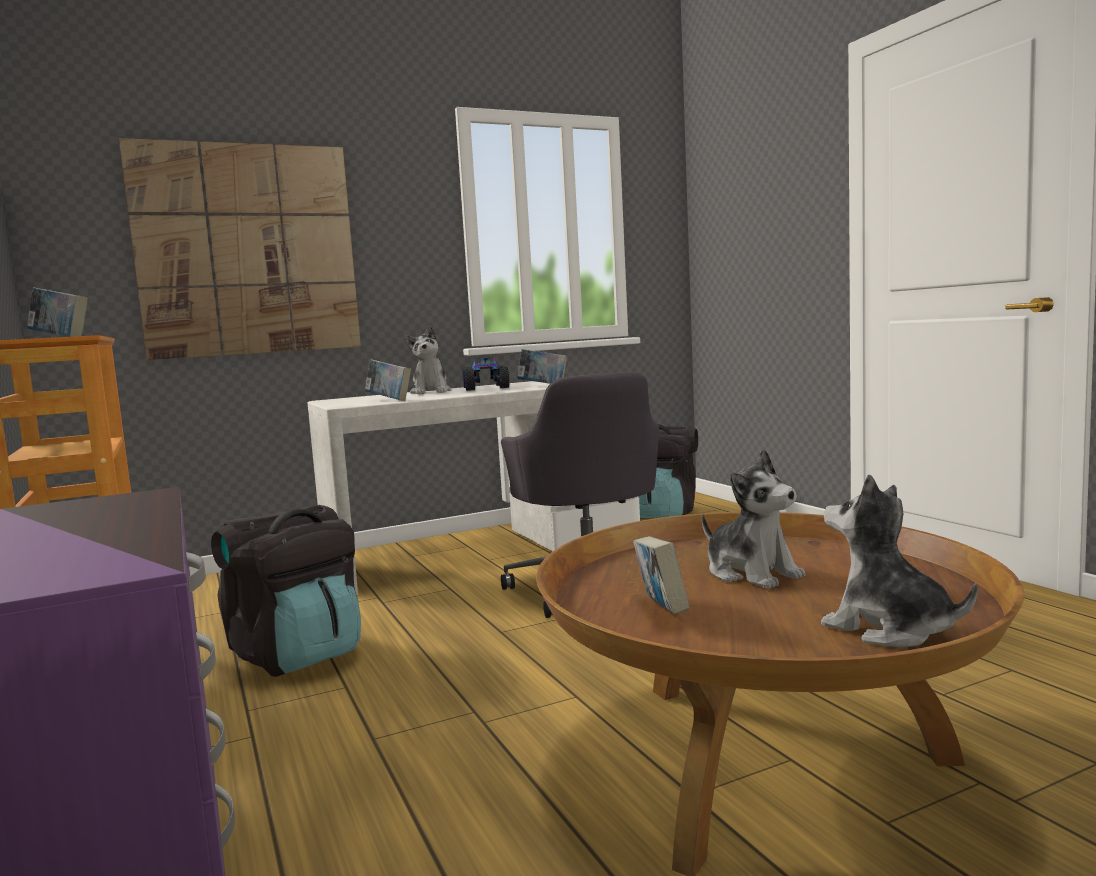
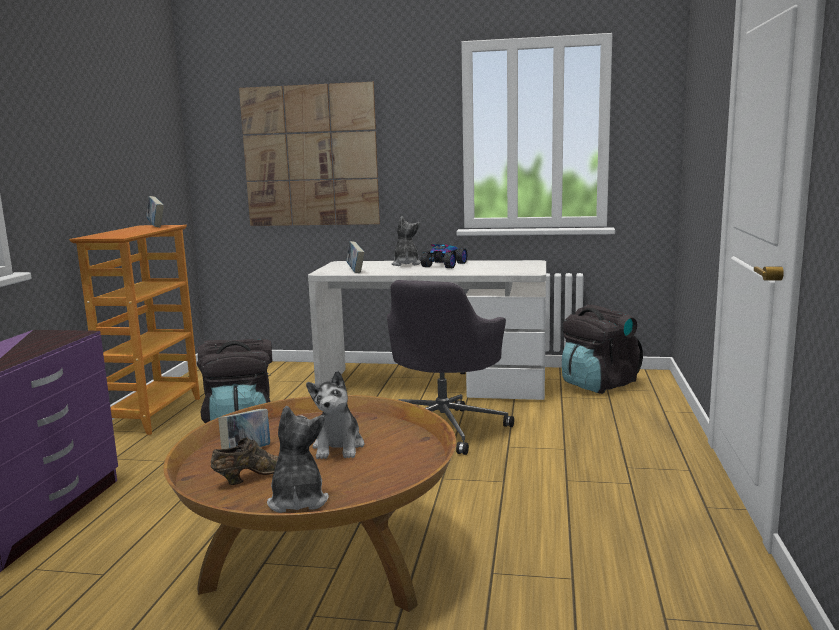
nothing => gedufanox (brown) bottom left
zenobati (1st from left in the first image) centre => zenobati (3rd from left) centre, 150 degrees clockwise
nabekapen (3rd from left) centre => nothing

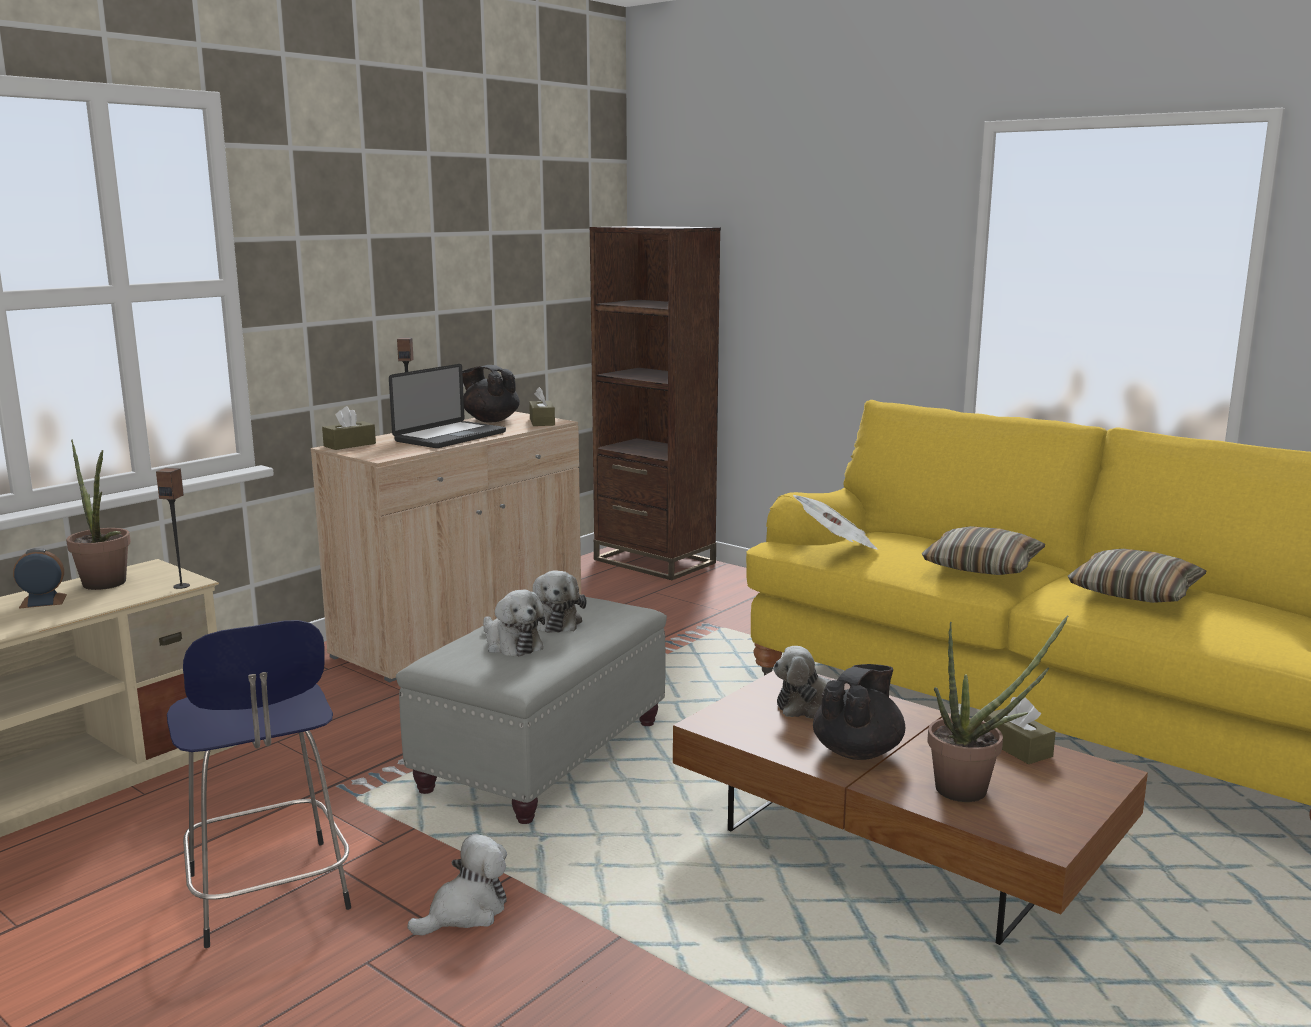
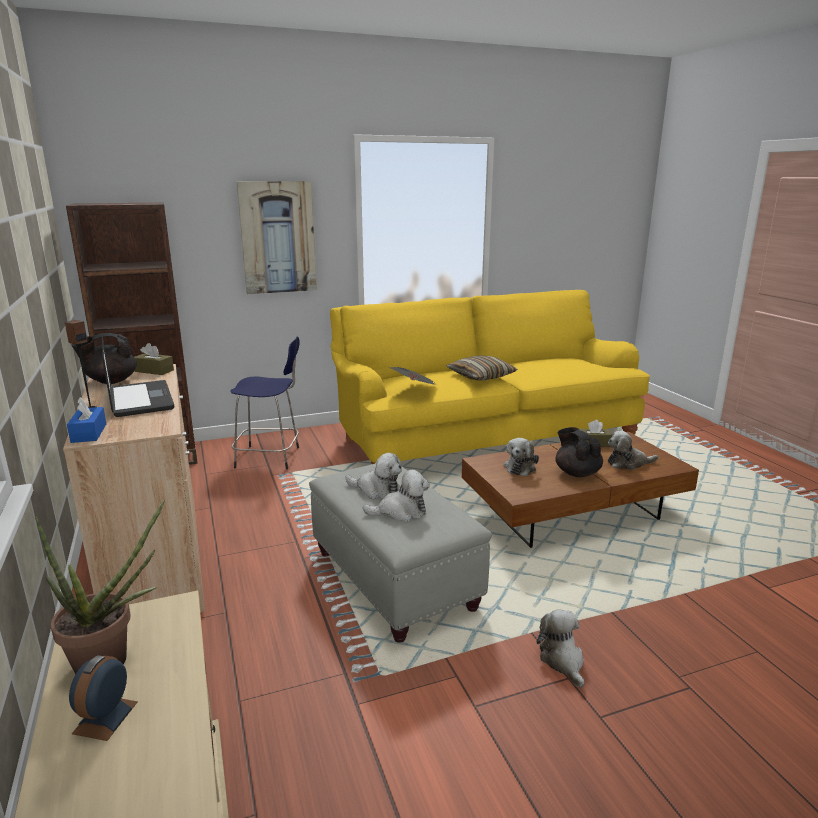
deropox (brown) (1st from left) middle left => deropox (blue) middle left
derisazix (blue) bottom left => derisazix (blue) middle left, moved
nothing => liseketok top centre
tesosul (2nd from left) bottom right => zenobati (5th from left) middle right
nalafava (1st from left) middle left => nothing
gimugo (2nd from left) middle right => nothing

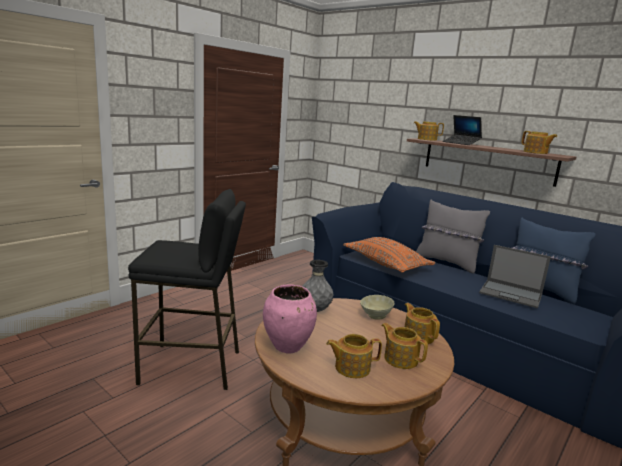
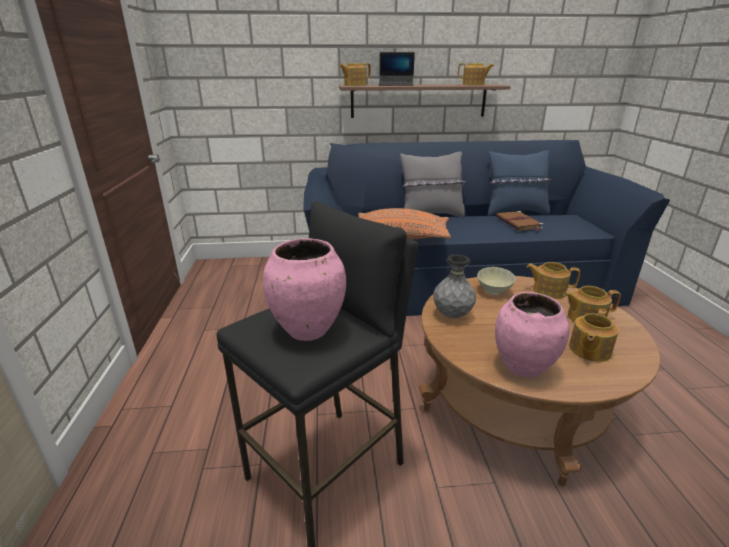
nothing => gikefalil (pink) (1st from left) centre
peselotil (2nd from left) middle right => nabekapen (brown) middle right

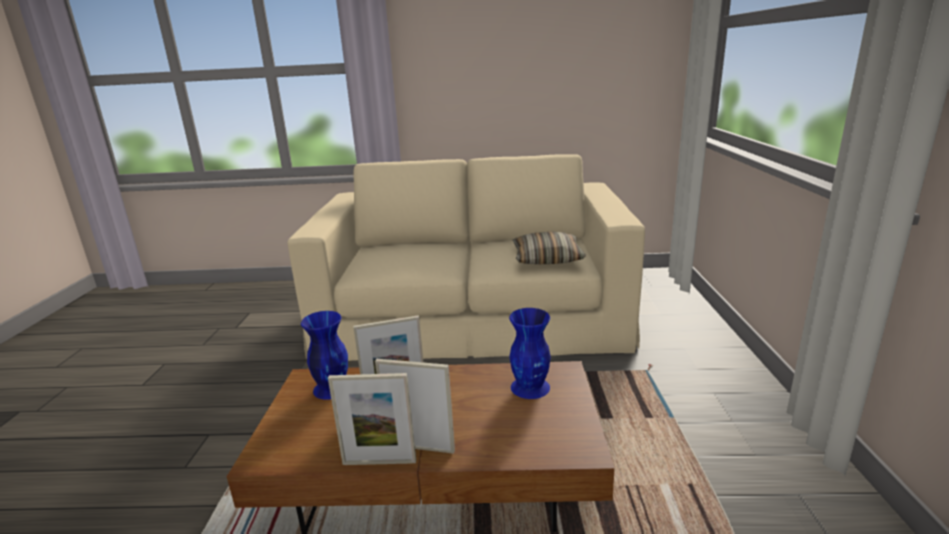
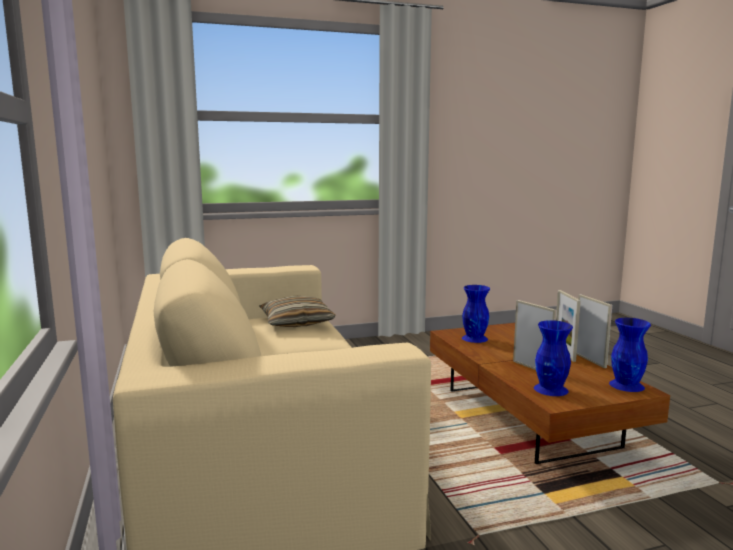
nothing => gikefalil (blue) (3rd from left) middle right

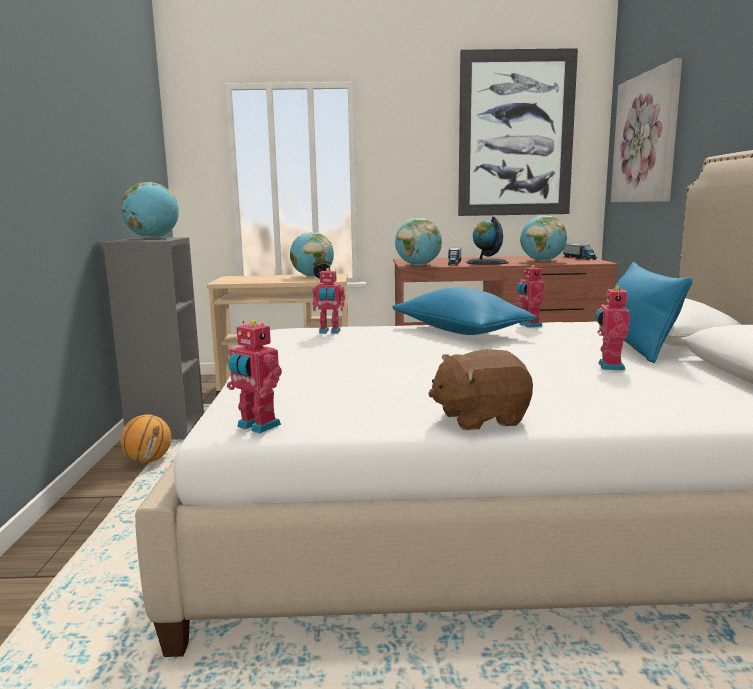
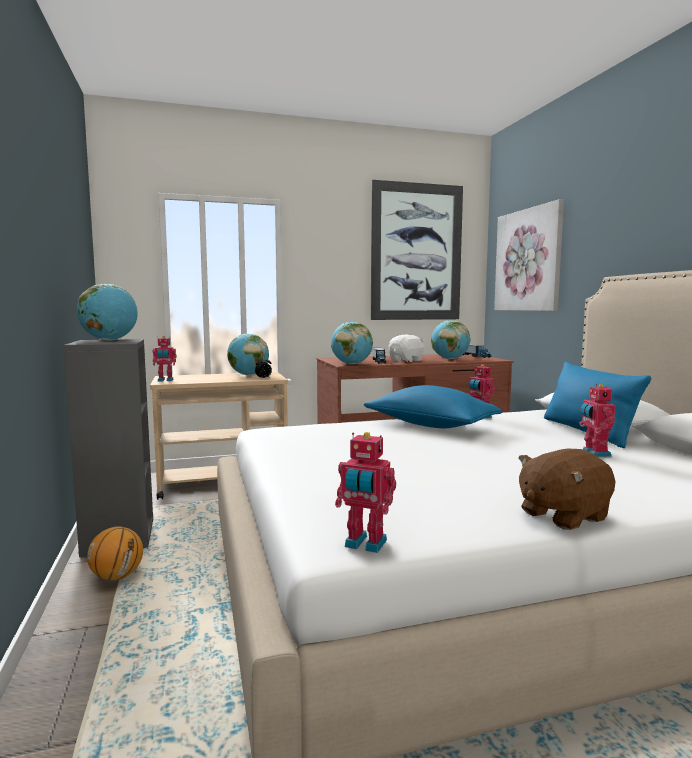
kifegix (2nd from left in the first image) centre => kifegix (1st from left) middle left, moved
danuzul (4th from left) centre => zenobati (white) centre

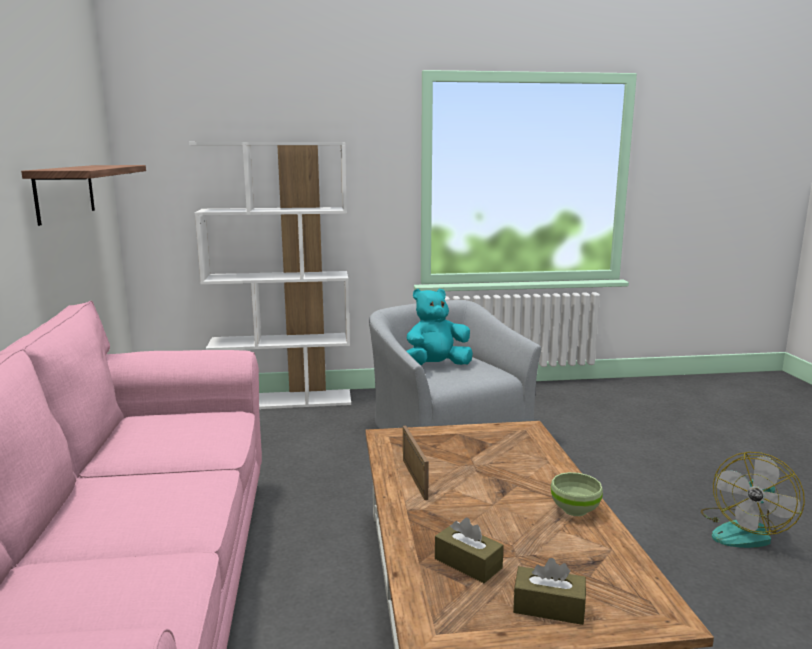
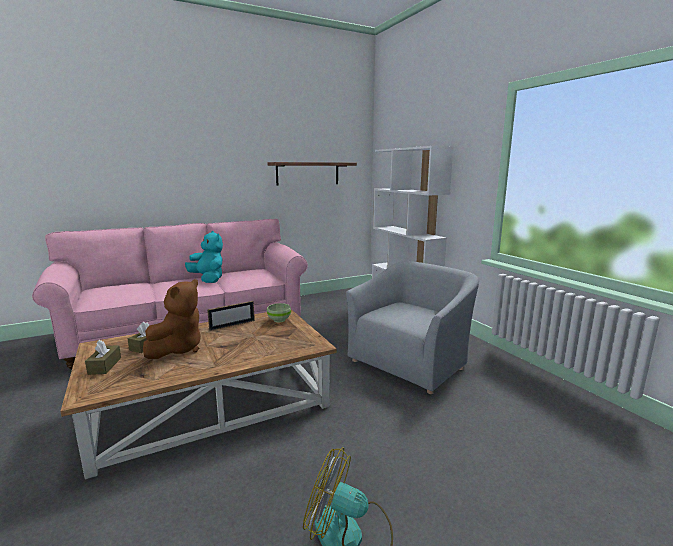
nothing => zenobati (brown) middle left
zenobati (turquoise) centre => zenobati (turquoise) middle left, moved
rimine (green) bottom right => rimine (green) centre, moved

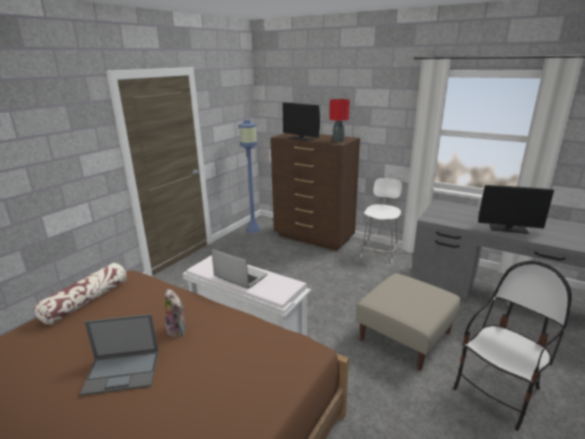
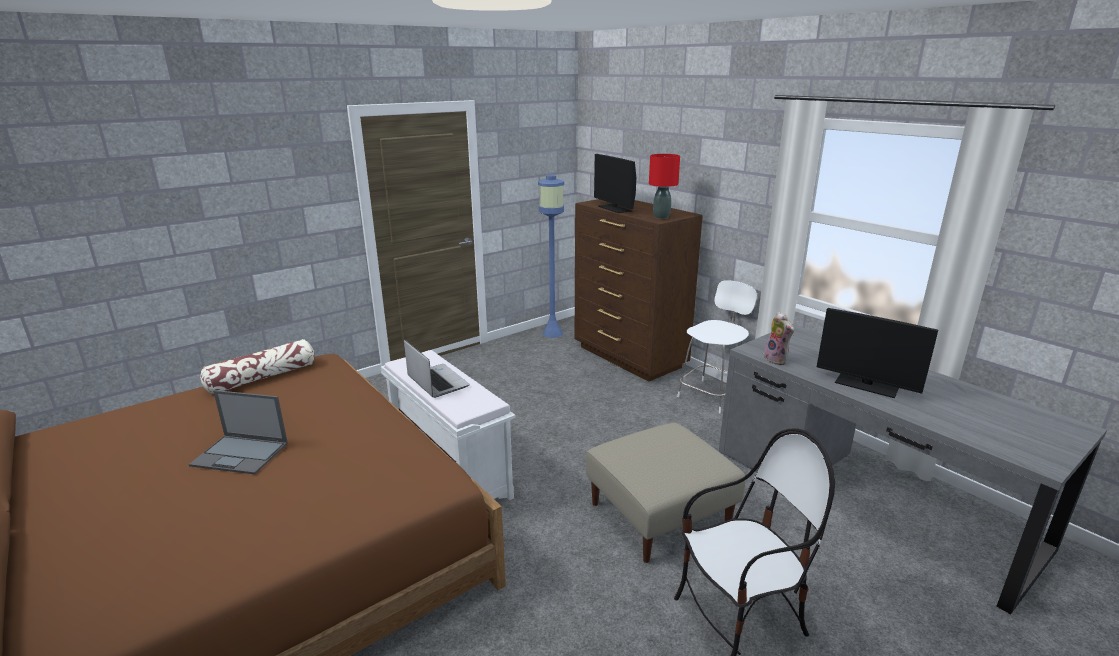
zenobati bottom left => zenobati middle right, moved

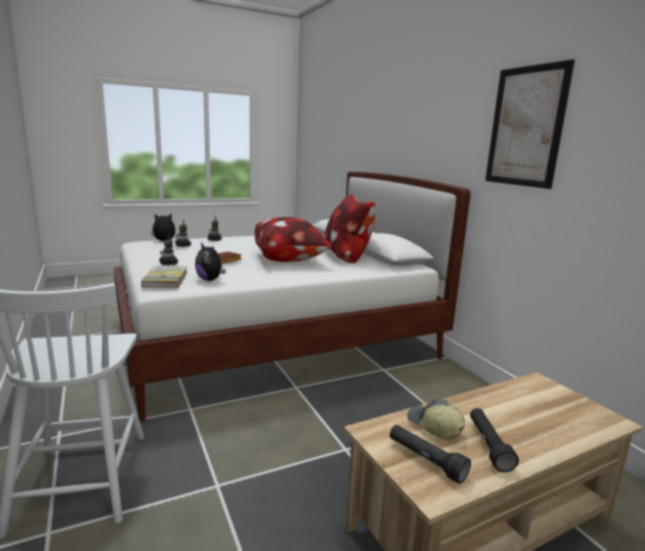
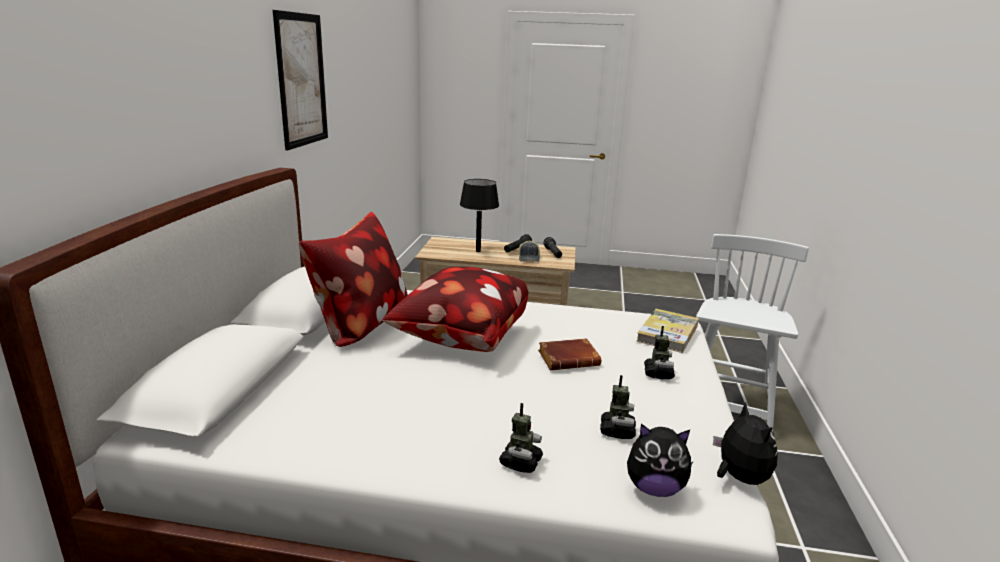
nothing => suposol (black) centre
zenobati (2nd from left) middle left => zenobati (2nd from left) bottom right, moved

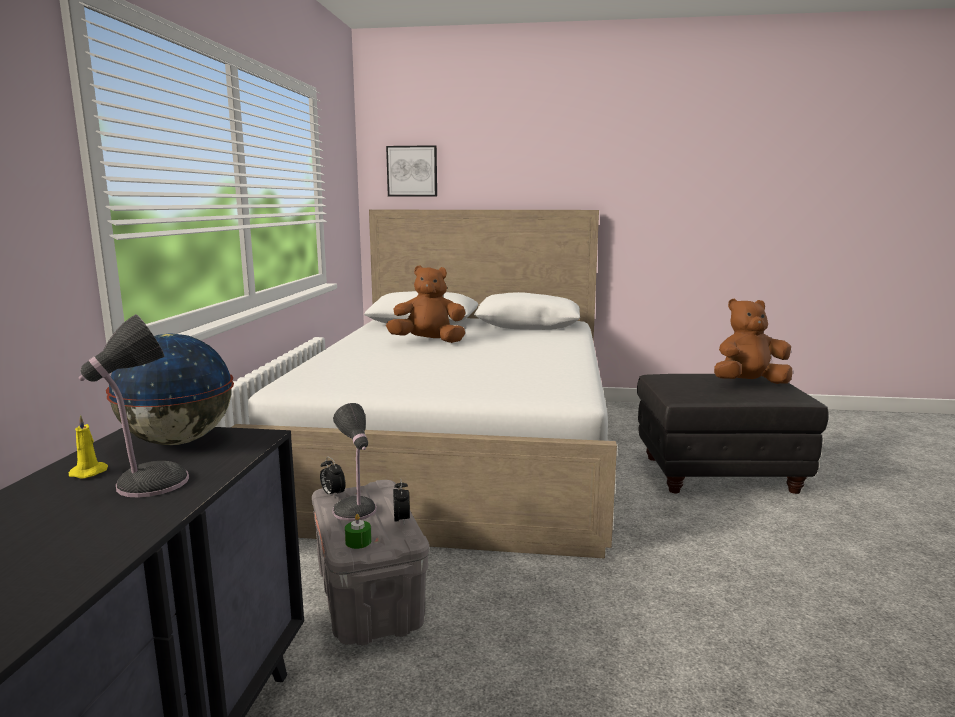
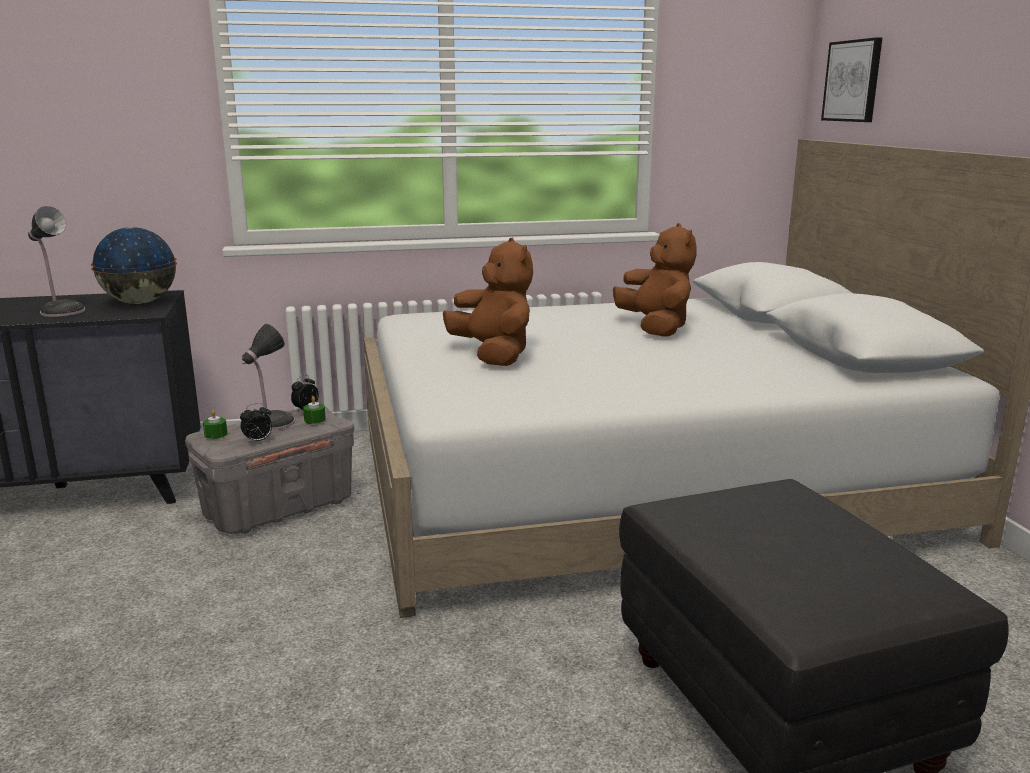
nothing => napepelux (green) (2nd from left) middle left
zenobati (brown) (2nd from left in the first image) middle right => zenobati (brown) (1st from left) centre, moved
napepelux (yellow) middle left => nothing

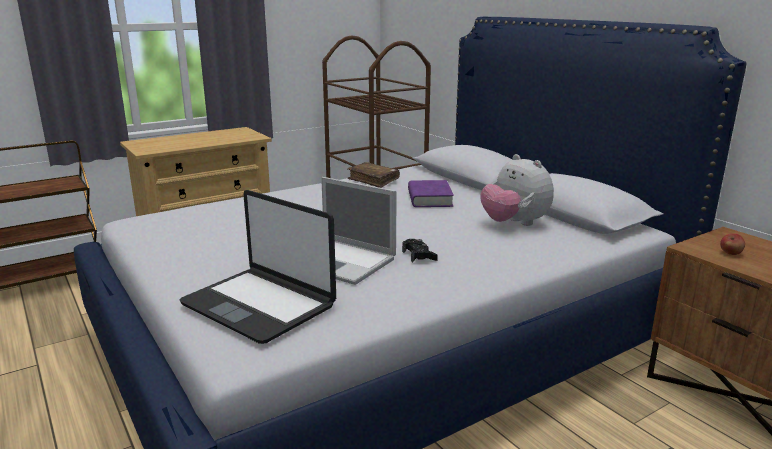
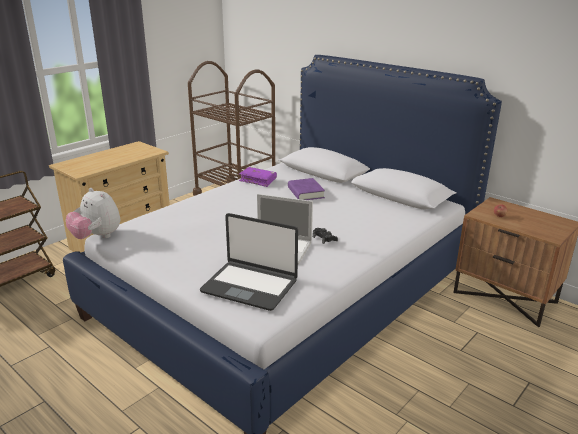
zenobati middle right => zenobati middle left, moved
nabekapen (brown) centre => nabekapen (purple) (1st from left) centre

